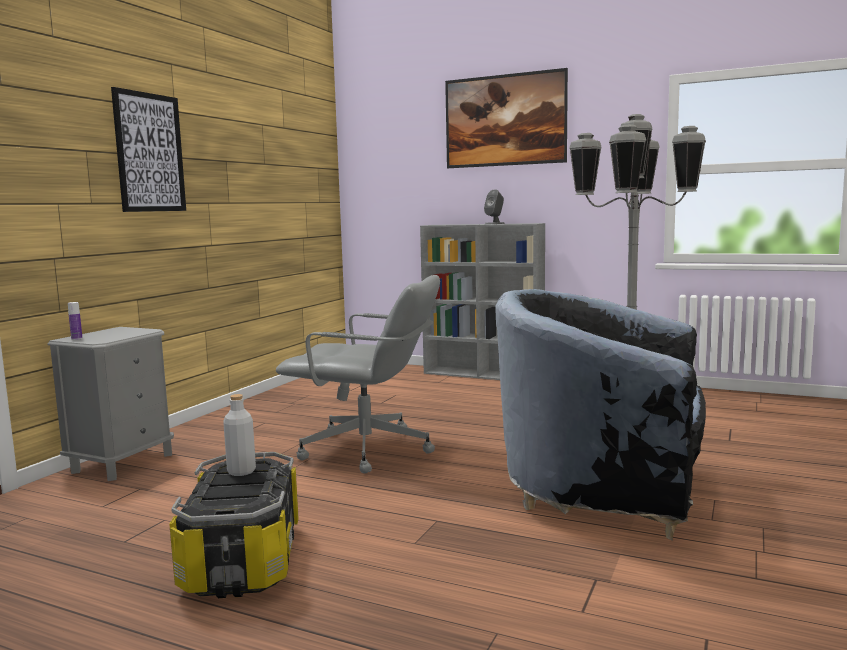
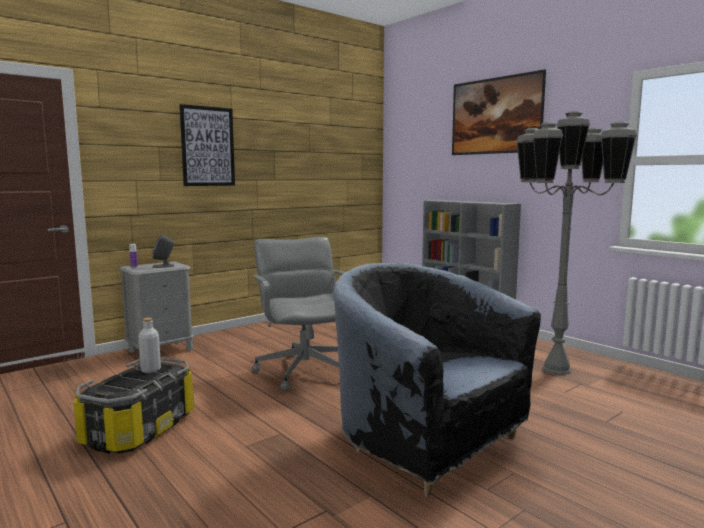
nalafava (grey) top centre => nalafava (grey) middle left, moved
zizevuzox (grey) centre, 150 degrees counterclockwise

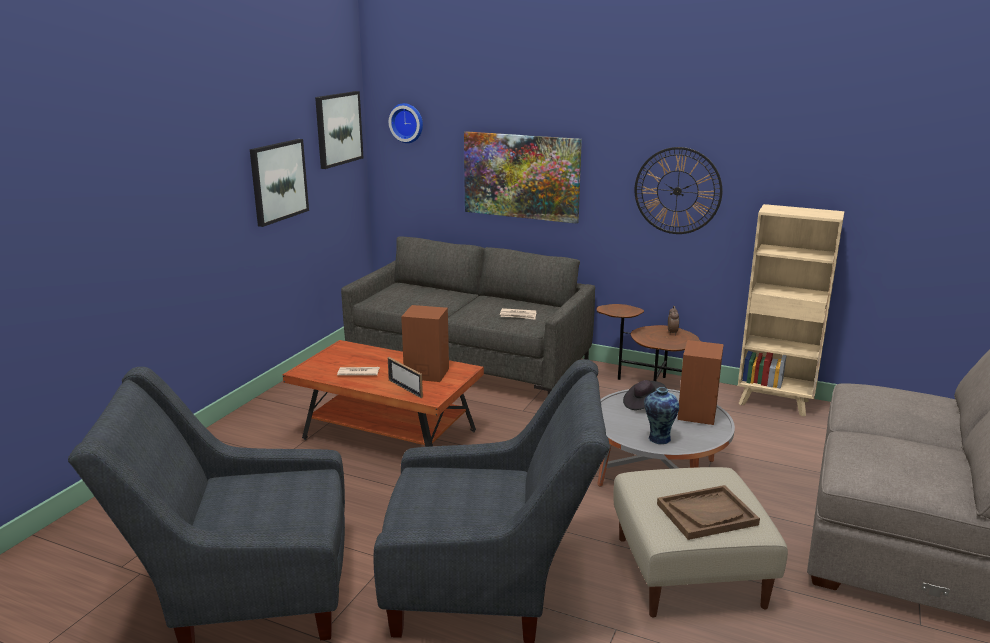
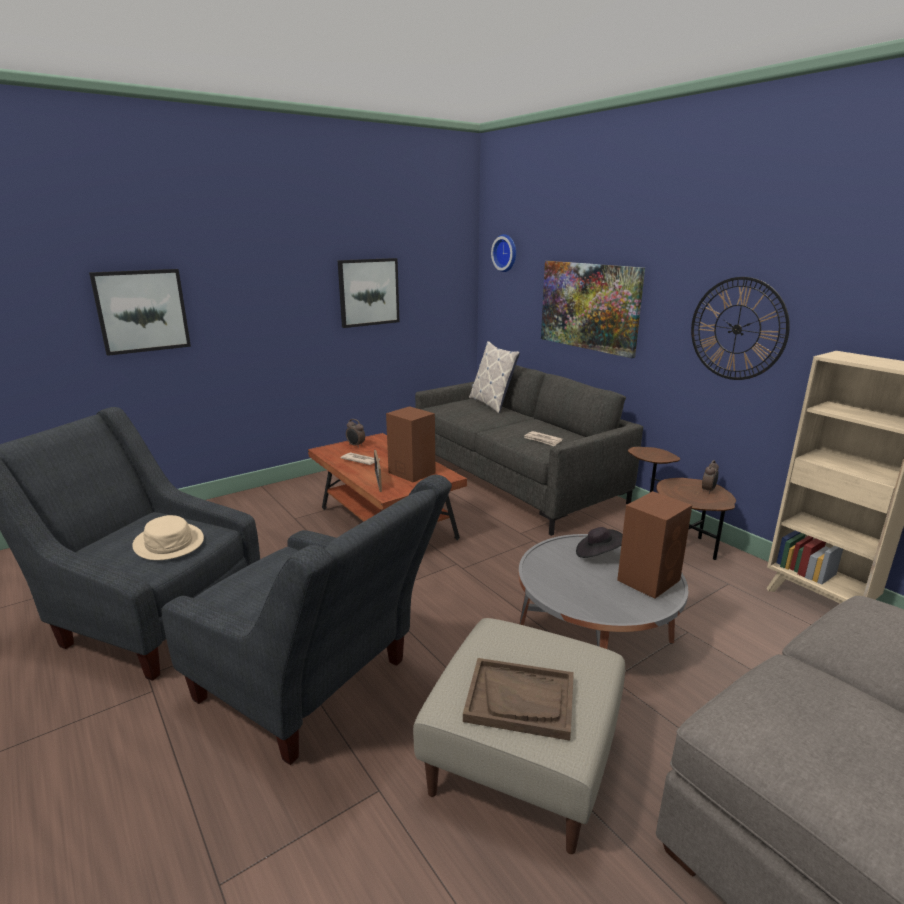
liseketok (2nd from left in the first image) top centre => liseketok (1st from left) middle left, moved
nothing => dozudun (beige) middle left
nothing => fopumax (1st from left) centre
nothing => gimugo centre
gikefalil middle right => nothing

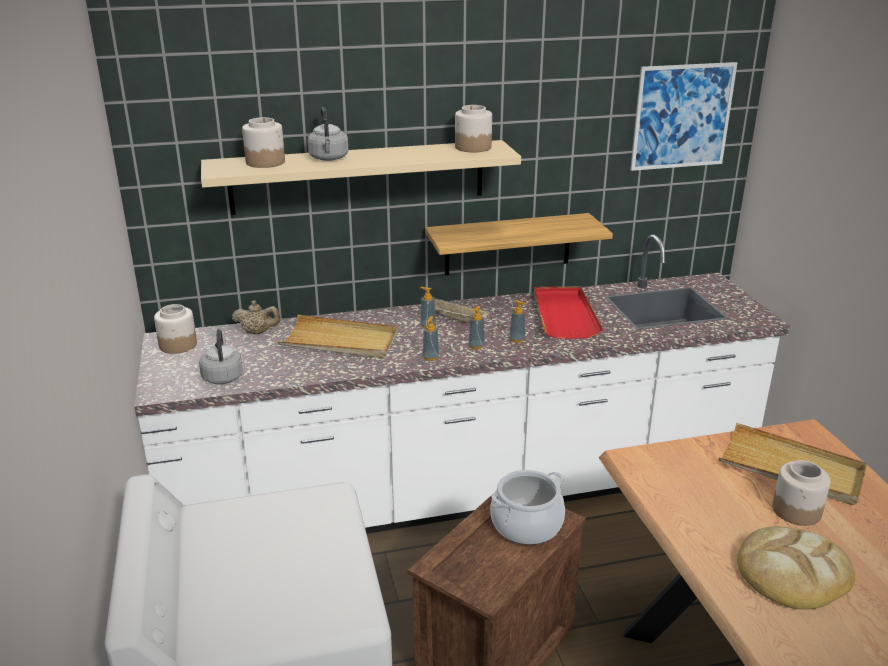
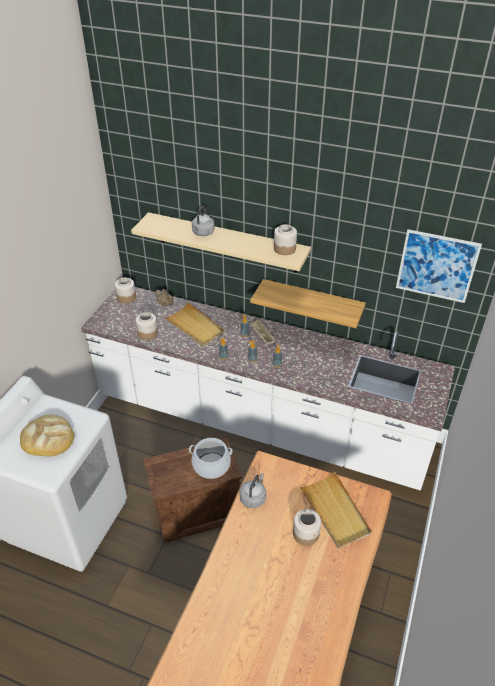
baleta bottom right => baleta middle left, moved
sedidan (2nd from left) top left => sedidan (2nd from left) middle left, moved
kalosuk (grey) (1st from left in the first image) middle left => kalosuk (grey) (2nd from left) bottom centre, moved
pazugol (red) centre => nothing

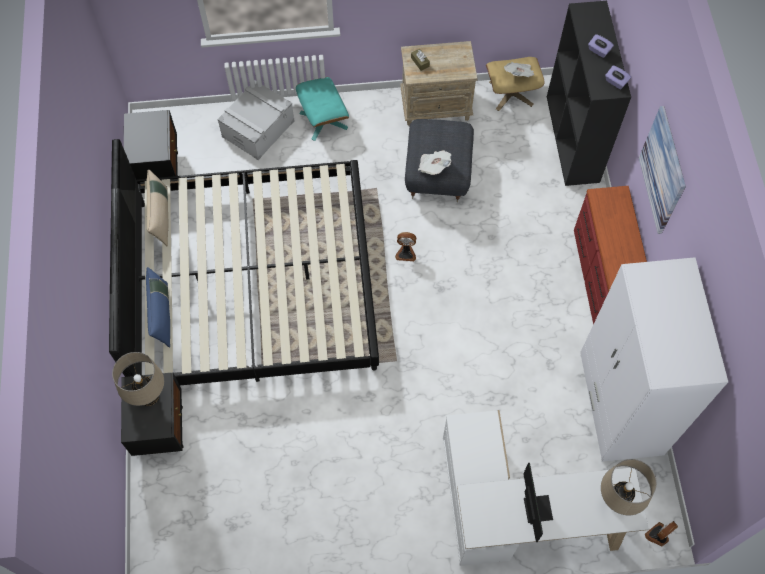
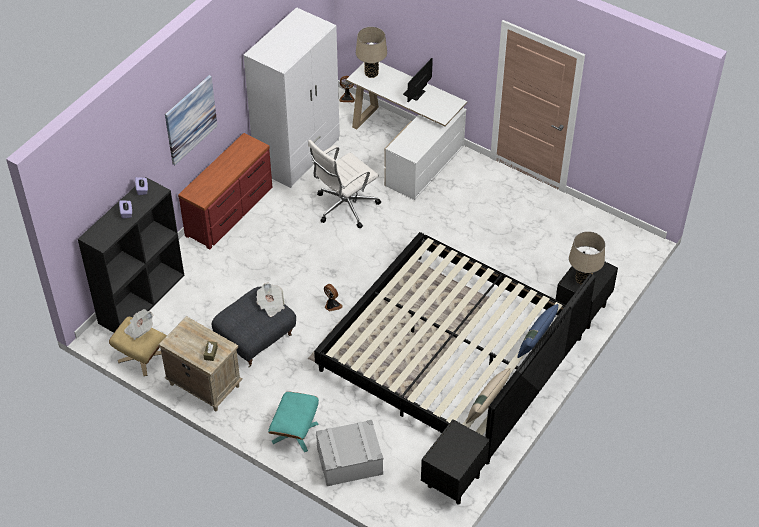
nothing => zizevuzox (white) centre

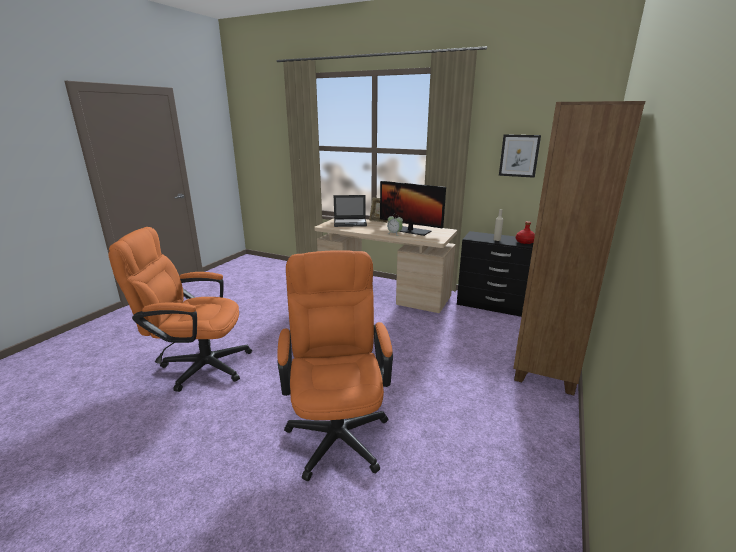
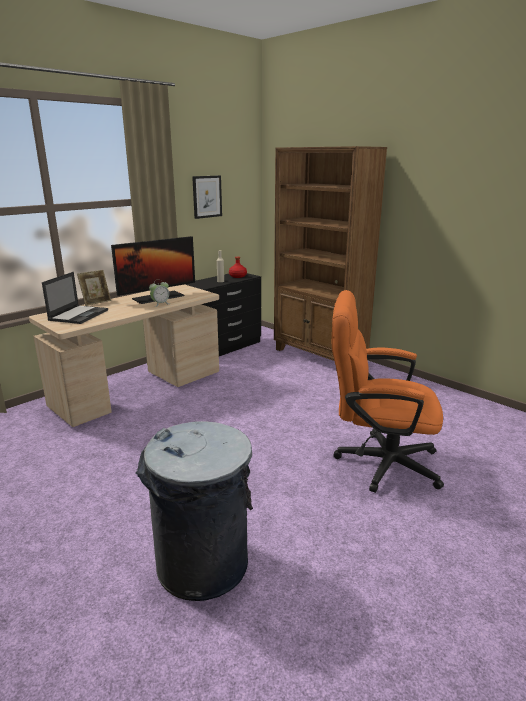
zizevuzox (orange) (1st from left) middle left => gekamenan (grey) bottom centre

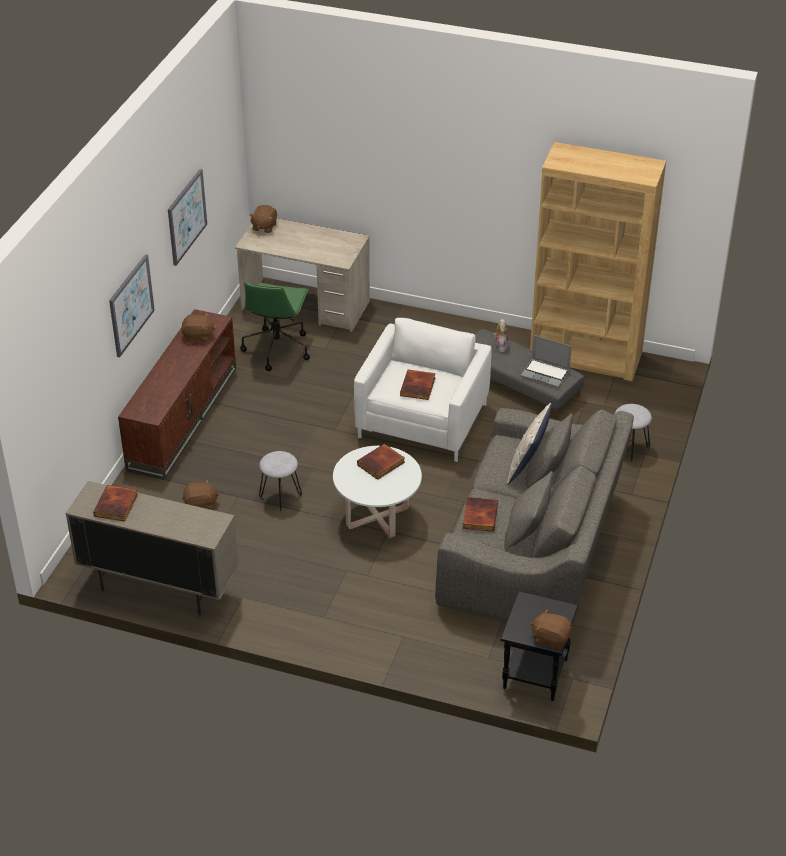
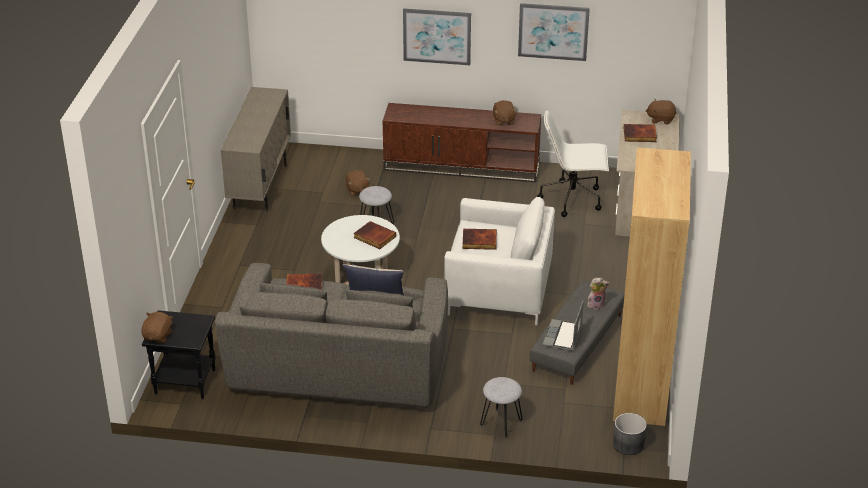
zizevuzox (green) centre => zizevuzox (white) centre
nothing => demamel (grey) bottom right
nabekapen (1st from left in the first image) middle left => nabekapen (4th from left) top right, moved

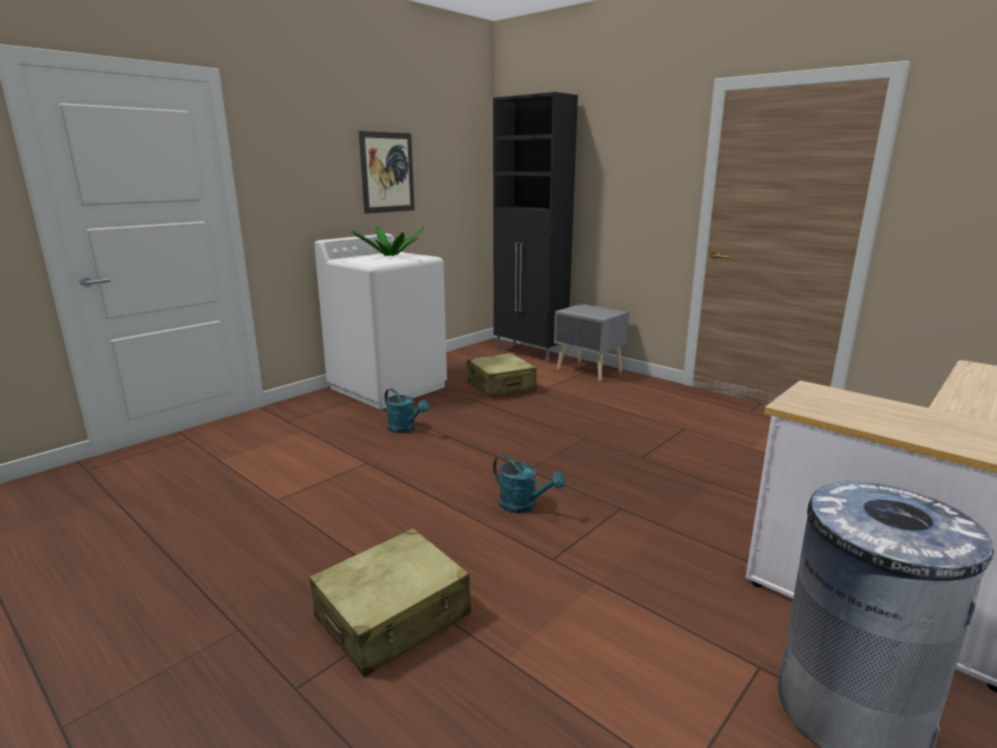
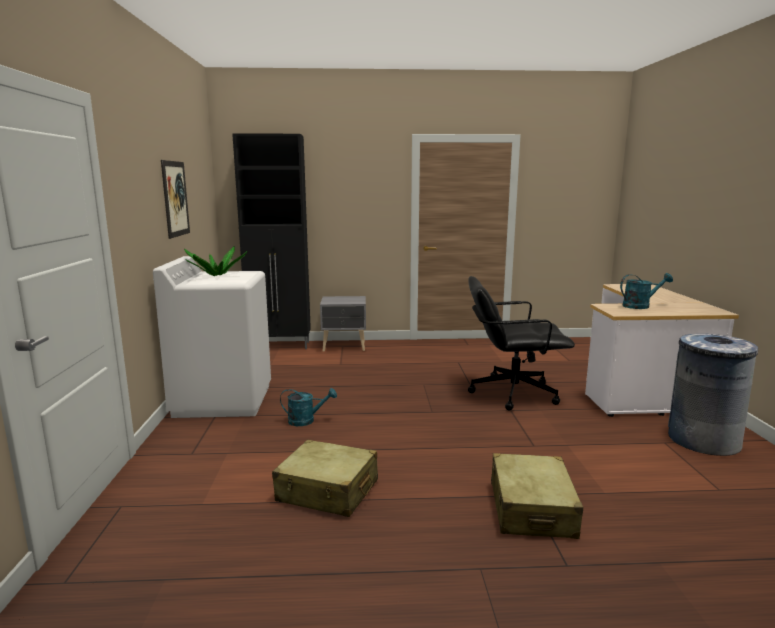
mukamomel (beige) (2nd from left in the first image) centre => mukamomel (beige) (1st from left) bottom centre, moved
nothing => zizevuzox (black) middle right
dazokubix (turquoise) (2nd from left) centre => dazokubix (turquoise) (2nd from left) middle right, moved

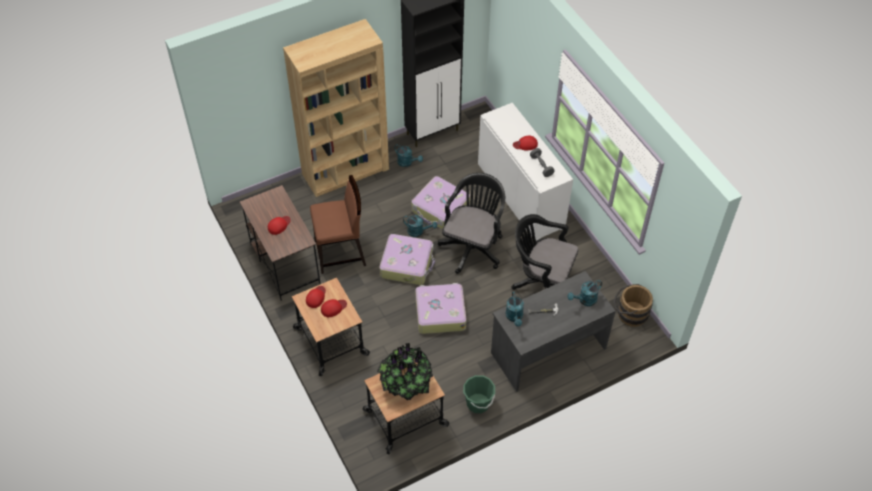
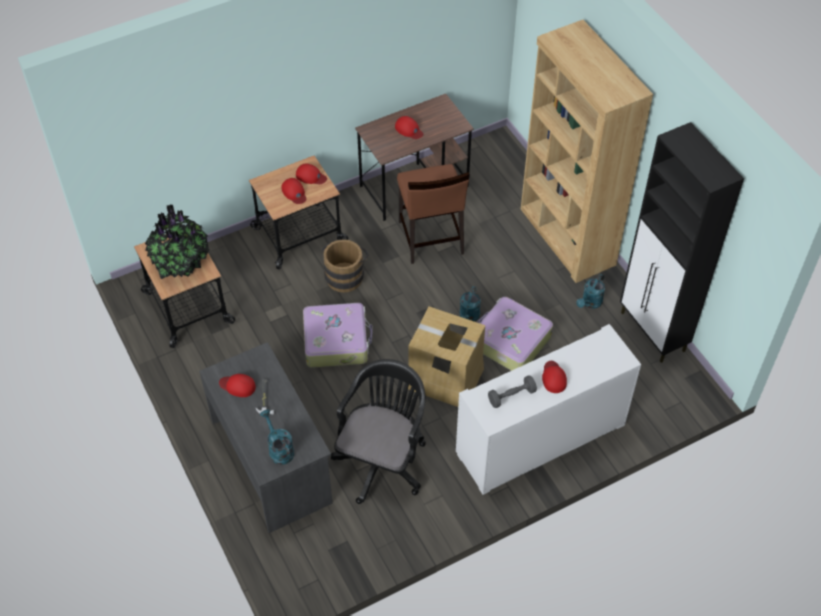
nothing => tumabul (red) (1st from left) middle left
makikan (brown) middle right => makikan (brown) centre, moved
zizevuzox (black) (1st from left) centre => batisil centre
mukamomel (1st from left) centre => nothing
makikan (green) bottom centre => nothing
dazokubix (turquoise) (3rd from left) centre => nothing

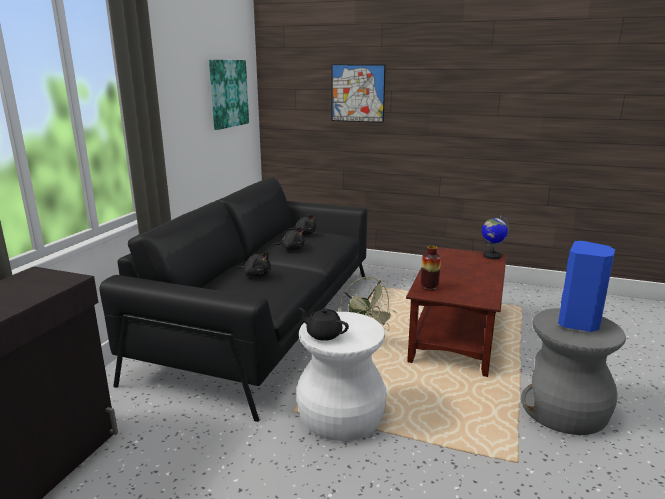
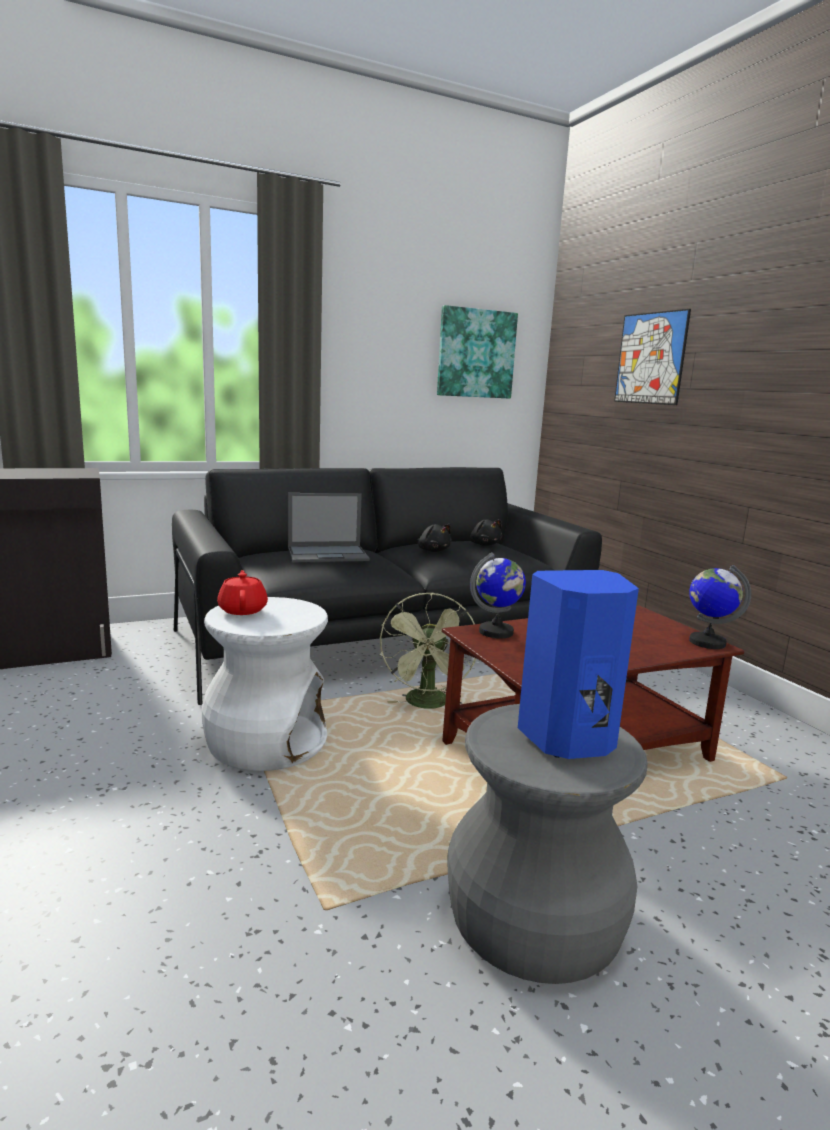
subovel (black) centre => subovel (red) middle left
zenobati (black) (1st from left) centre => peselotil centre
gikefalil centre => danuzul (1st from left) centre

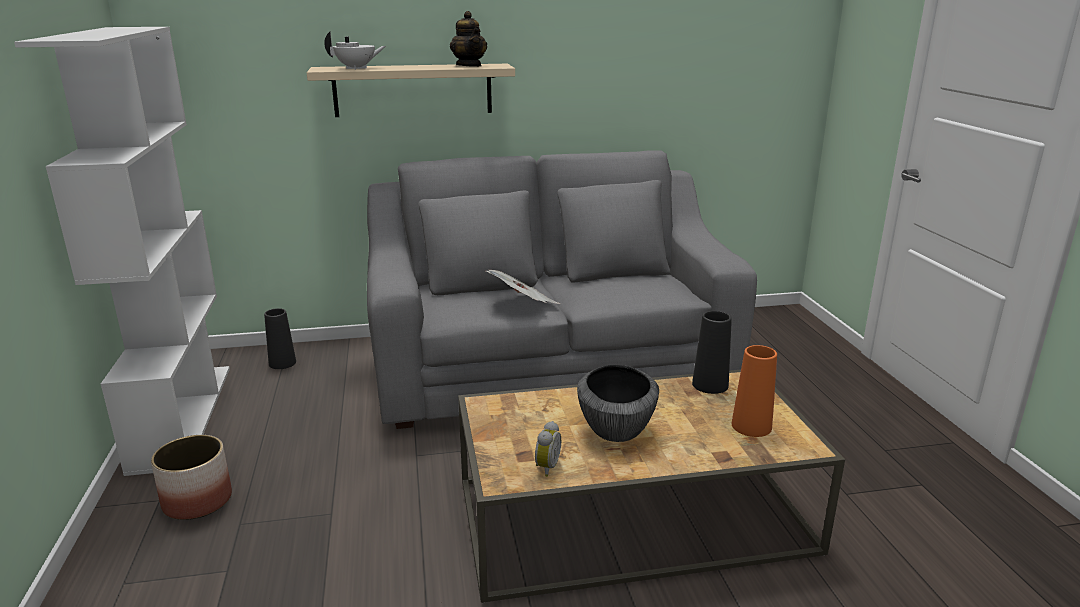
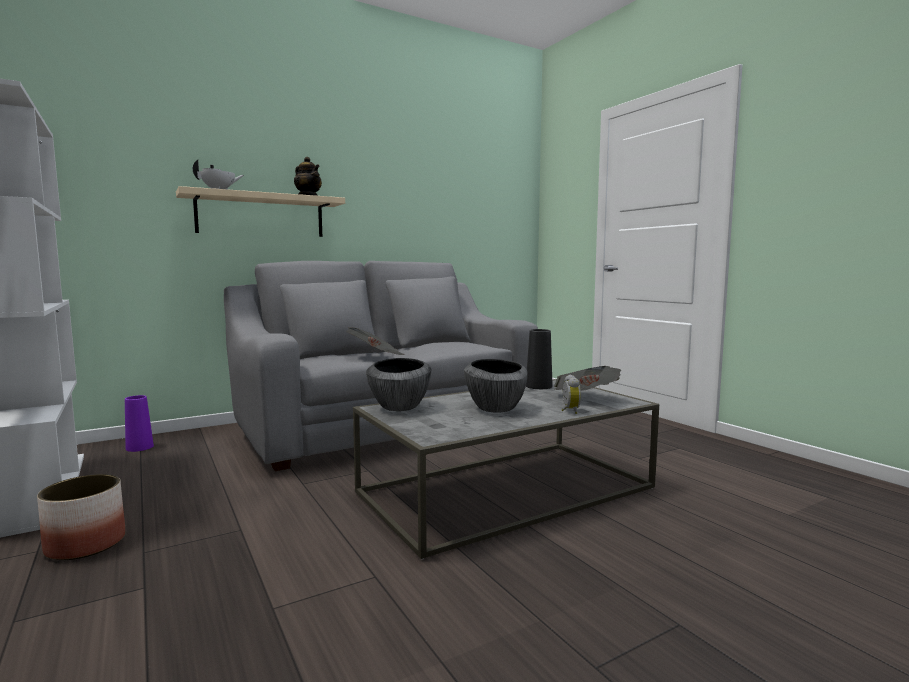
gikefalil (black) (1st from left) middle left => gikefalil (purple) middle left
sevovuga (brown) bottom centre => sevovuga (grey) bottom centre
nothing => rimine (1st from left) centre
gikefalil (orange) middle right => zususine (2nd from left) centre
fopumax bottom centre => fopumax centre, moved

